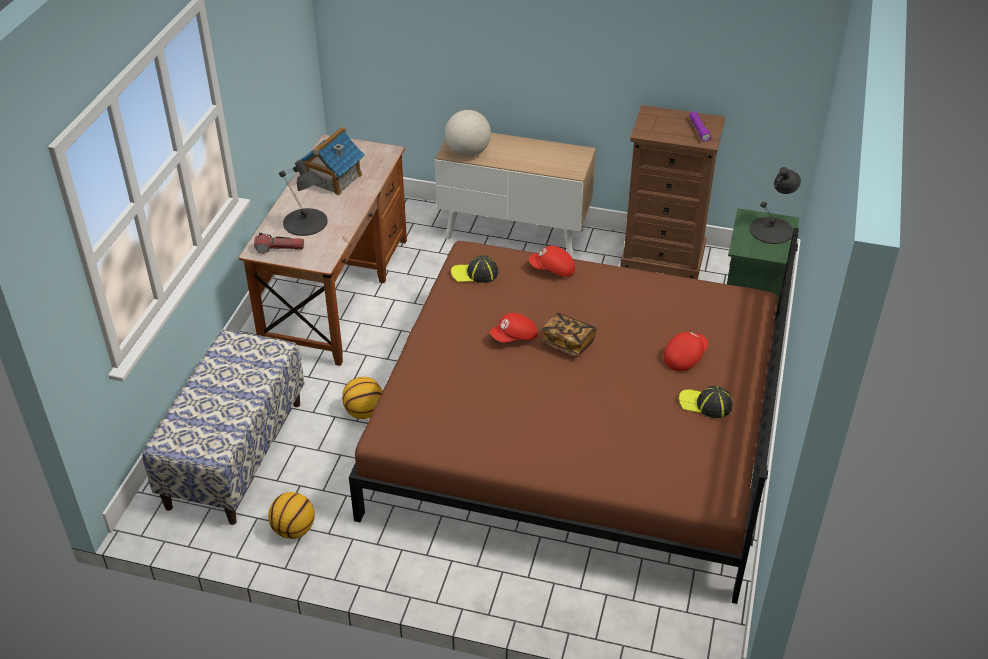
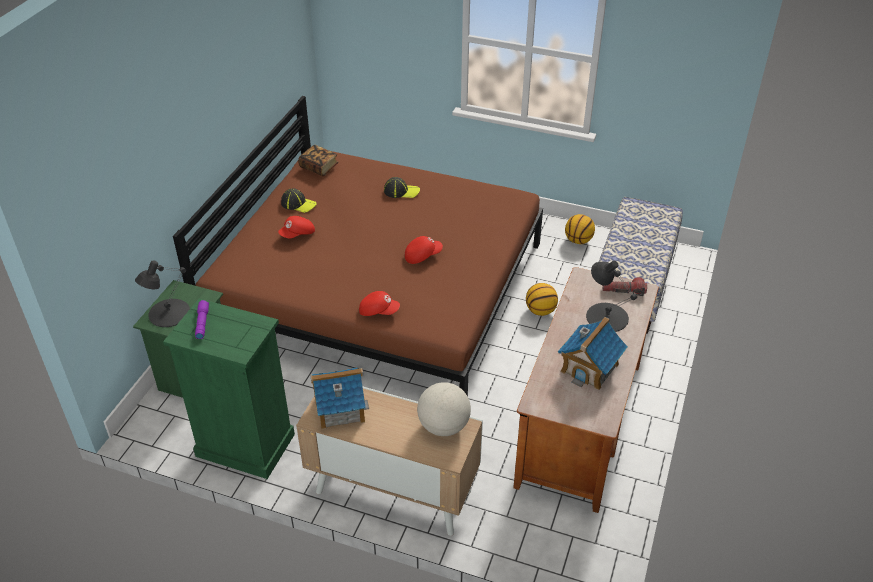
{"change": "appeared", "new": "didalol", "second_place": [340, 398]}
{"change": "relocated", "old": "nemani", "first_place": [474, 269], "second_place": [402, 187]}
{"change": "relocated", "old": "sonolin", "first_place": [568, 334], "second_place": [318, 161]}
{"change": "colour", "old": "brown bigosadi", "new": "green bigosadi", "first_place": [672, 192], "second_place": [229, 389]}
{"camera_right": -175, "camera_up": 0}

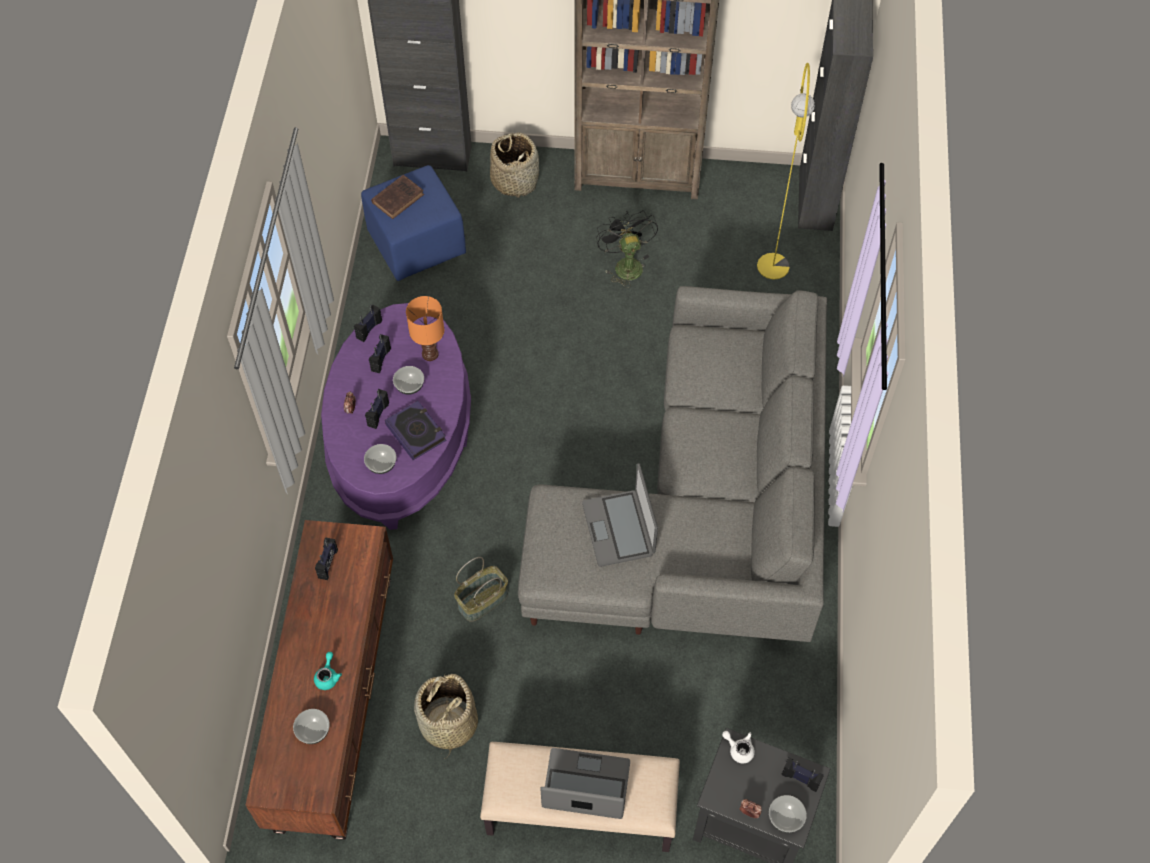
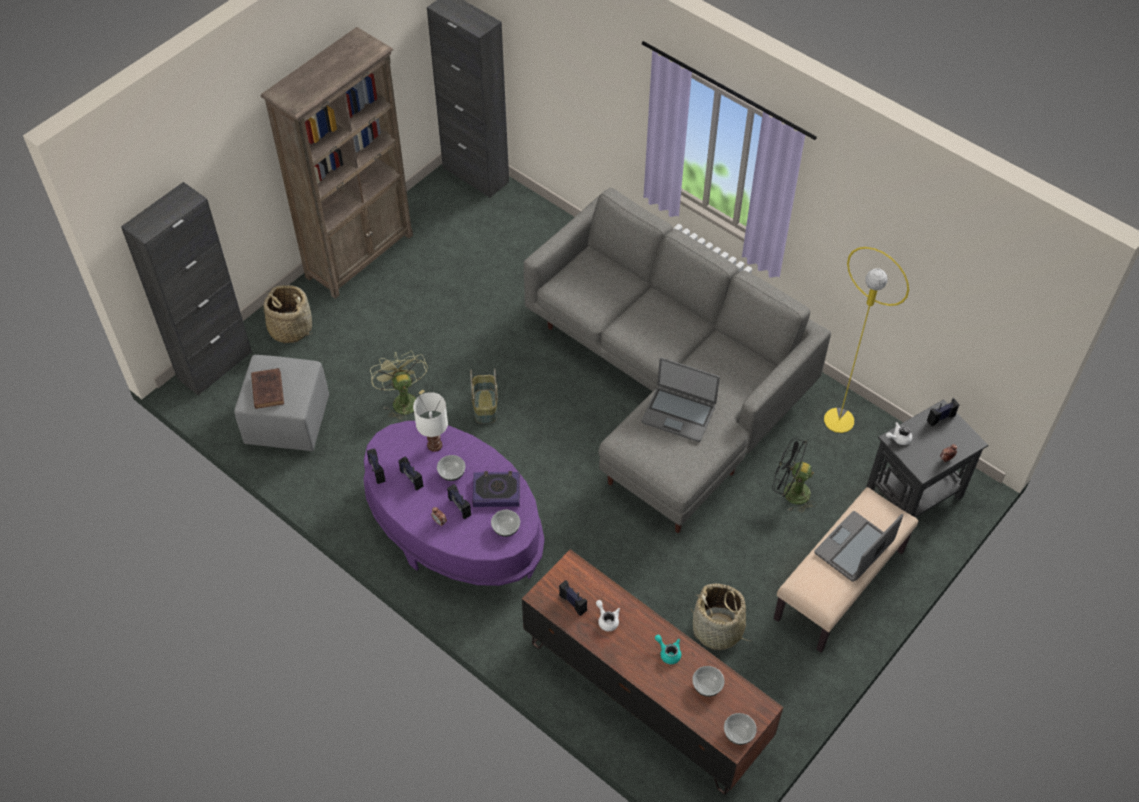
{"change": "appeared", "new": "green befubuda", "second_place": [399, 386]}
{"change": "appeared", "new": "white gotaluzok", "second_place": [608, 615]}
{"change": "relocated", "old": "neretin", "first_place": [481, 589], "second_place": [484, 396]}
{"change": "relocated", "old": "black befubuda", "first_place": [627, 249], "second_place": [794, 475]}
{"change": "relocated", "old": "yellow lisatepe", "first_place": [786, 171], "second_place": [866, 340]}
{"change": "relocated", "old": "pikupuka", "first_place": [788, 814], "second_place": [740, 729]}
{"change": "colour", "old": "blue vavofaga", "new": "grey vavofaga", "first_place": [413, 223], "second_place": [281, 403]}
{"change": "colour", "old": "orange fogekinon", "new": "white fogekinon", "first_place": [425, 328], "second_place": [430, 422]}
{"camera_right": -55, "camera_up": -5}

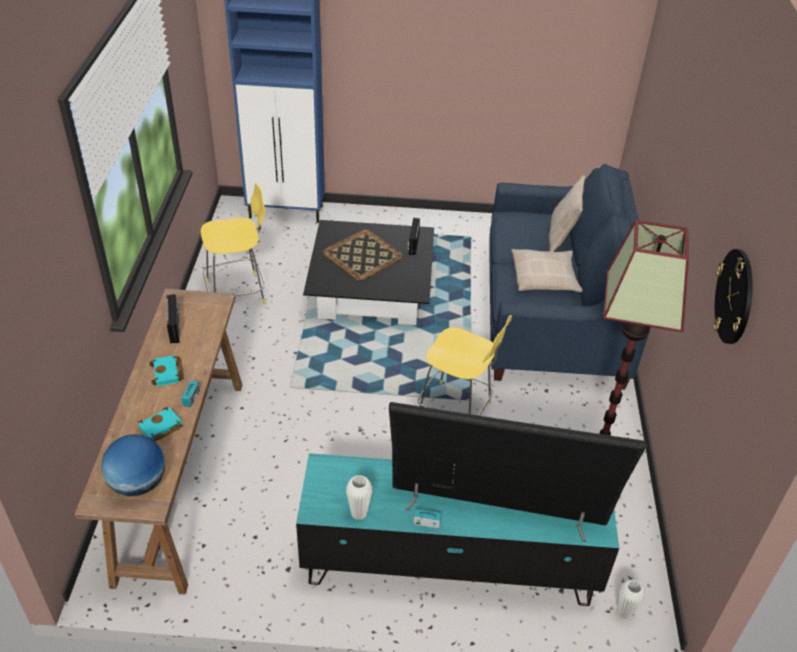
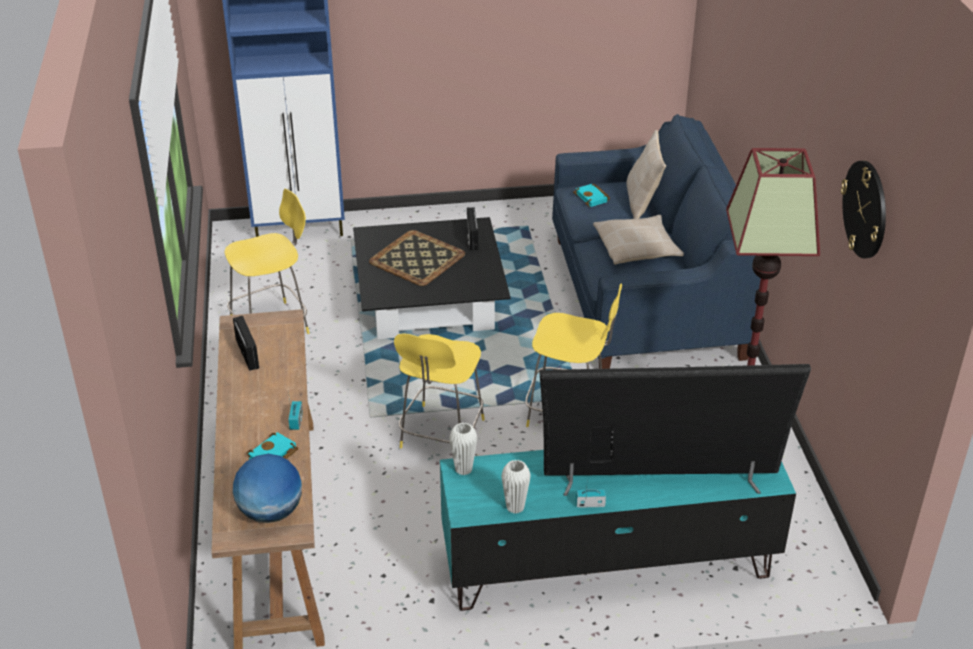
{"change": "appeared", "new": "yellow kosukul", "second_place": [439, 390]}
{"change": "relocated", "old": "turquoise sonolin", "first_place": [166, 370], "second_place": [591, 195]}
{"change": "relocated", "old": "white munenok", "first_place": [631, 599], "second_place": [463, 449]}
{"camera_right": -10, "camera_up": -5}

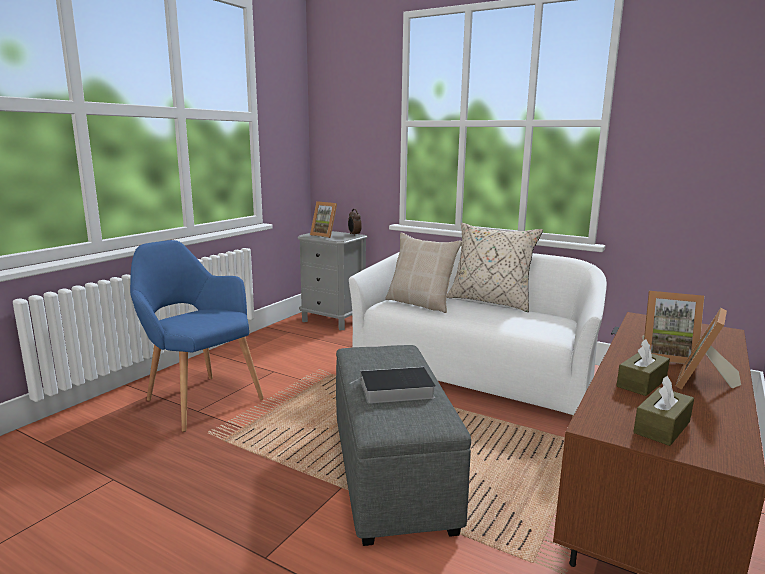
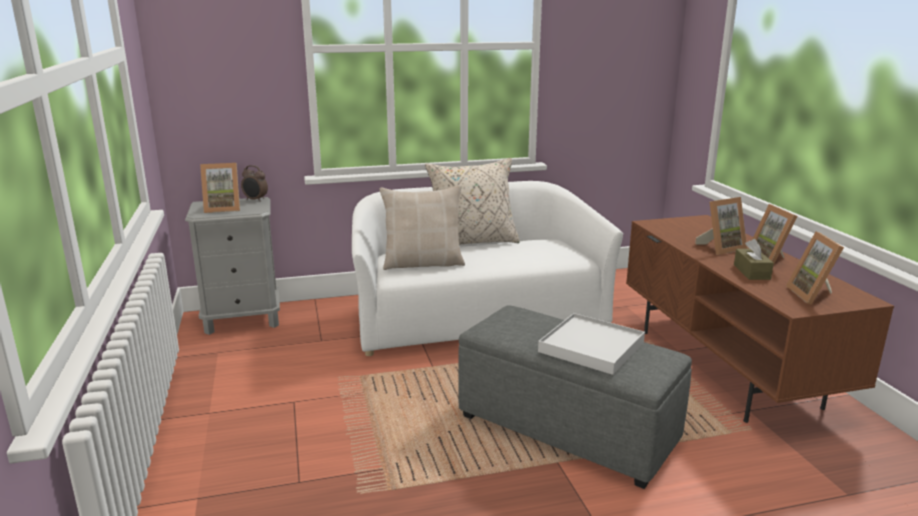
{"change": "missing", "old": "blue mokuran", "first_place": [197, 336]}
{"change": "exchanged", "old": "sonolin", "new": "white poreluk", "first_place": [393, 385], "second_place": [591, 344]}
{"change": "exchanged", "old": "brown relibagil", "new": "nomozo", "first_place": [664, 411], "second_place": [815, 268]}
{"camera_right": -45, "camera_up": 5}

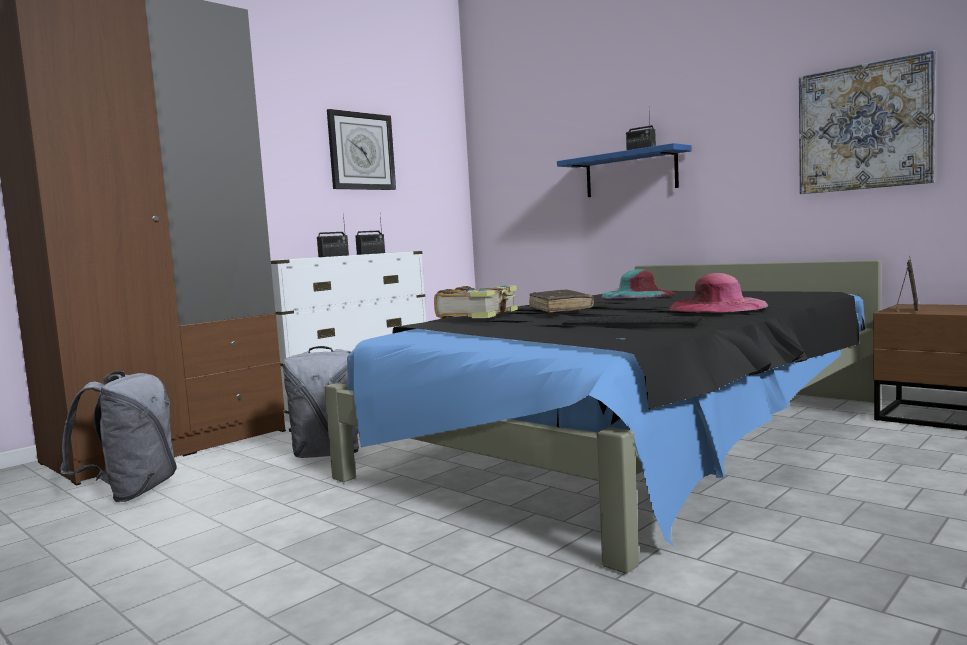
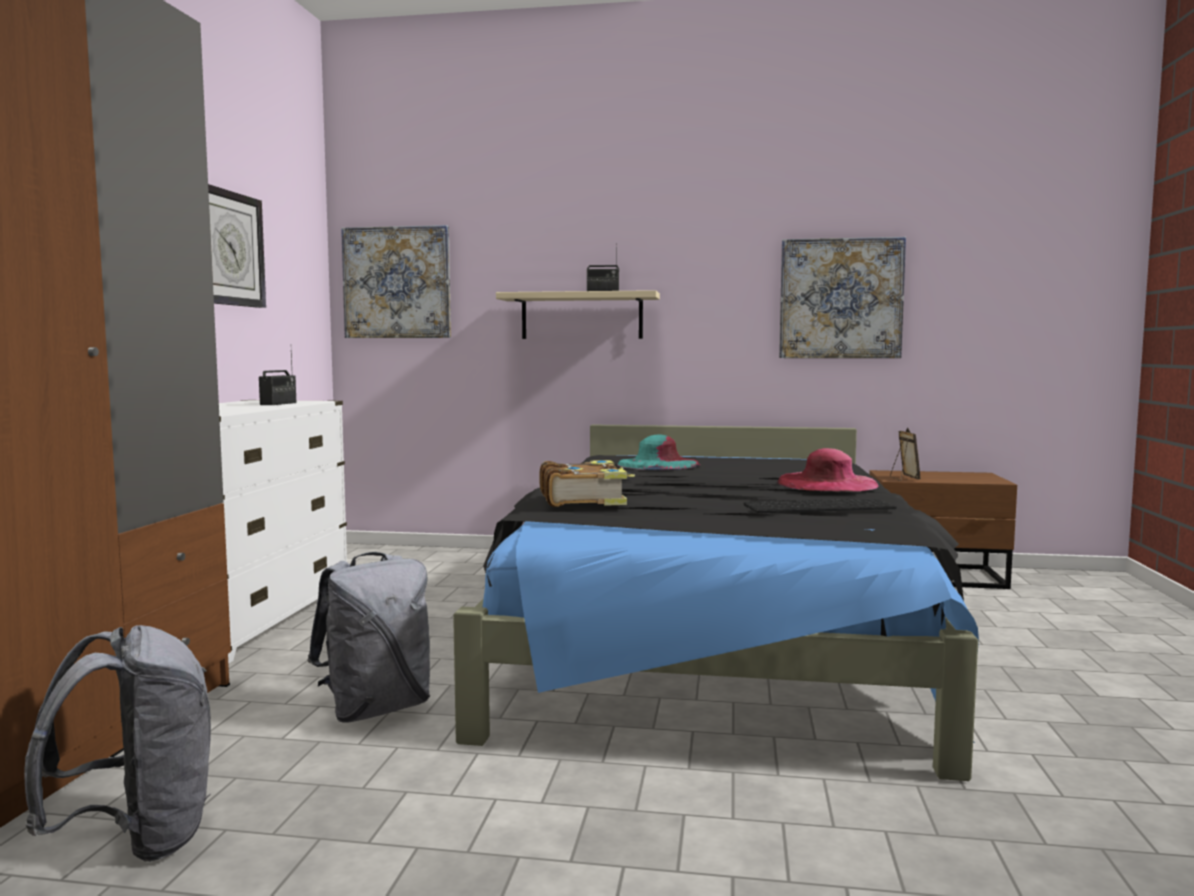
{"change": "missing", "old": "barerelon", "first_place": [333, 235]}
{"change": "missing", "old": "brown sonolin", "first_place": [561, 301]}
{"change": "appeared", "new": "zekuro", "second_place": [396, 281]}
{"change": "colour", "old": "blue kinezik", "new": "beige kinezik", "first_place": [624, 170], "second_place": [578, 314]}
{"camera_right": -35, "camera_up": 0}

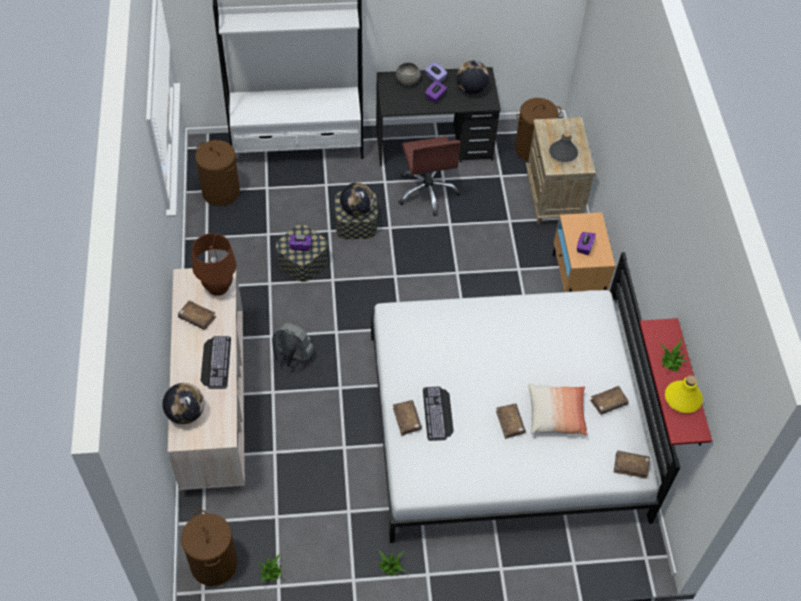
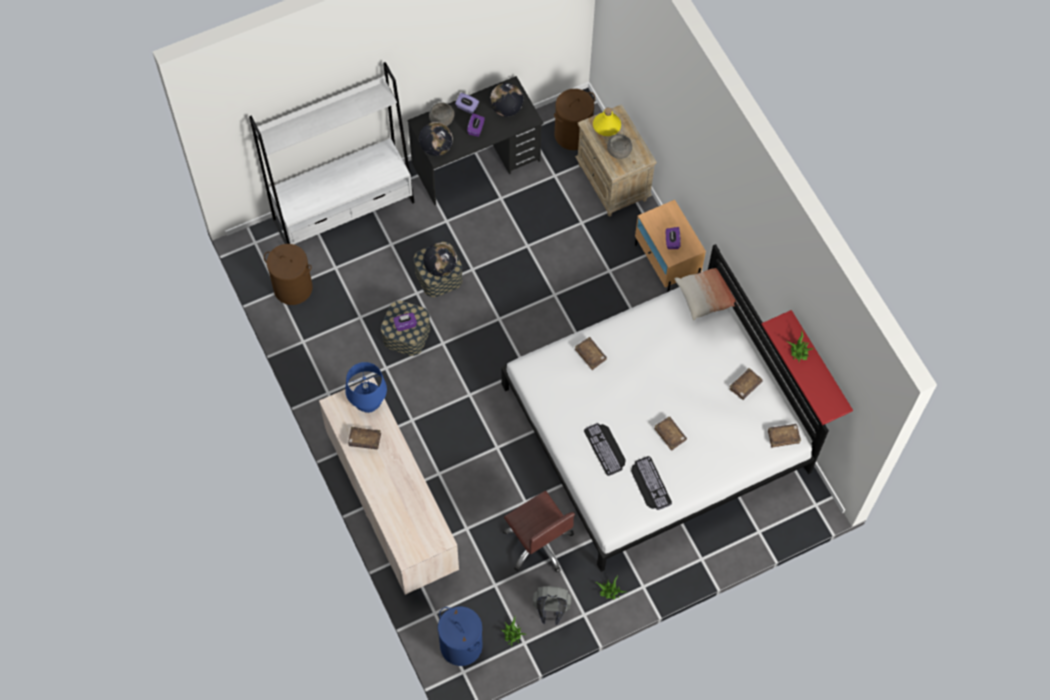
{"change": "relocated", "old": "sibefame", "first_place": [183, 403], "second_place": [436, 139]}
{"change": "relocated", "old": "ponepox", "first_place": [216, 362], "second_place": [651, 483]}
{"change": "relocated", "old": "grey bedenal", "first_place": [293, 345], "second_place": [552, 605]}
{"change": "relocated", "old": "brown sonolin", "first_place": [407, 418], "second_place": [591, 353]}
{"change": "relocated", "old": "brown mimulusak", "first_place": [430, 176], "second_place": [539, 531]}
{"change": "relocated", "old": "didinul", "first_place": [558, 409], "second_place": [707, 294]}
{"change": "relocated", "old": "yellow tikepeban", "first_place": [684, 394], "second_place": [607, 122]}
{"change": "exchanged", "old": "grey tikepeban", "new": "grey pikupuka", "first_place": [563, 146], "second_place": [619, 146]}
{"change": "colour", "old": "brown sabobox", "new": "blue sabobox", "first_place": [209, 548], "second_place": [460, 636]}
{"change": "colour", "old": "brown fogekinon", "new": "blue fogekinon", "first_place": [214, 264], "second_place": [366, 387]}
{"camera_right": -20, "camera_up": 10}

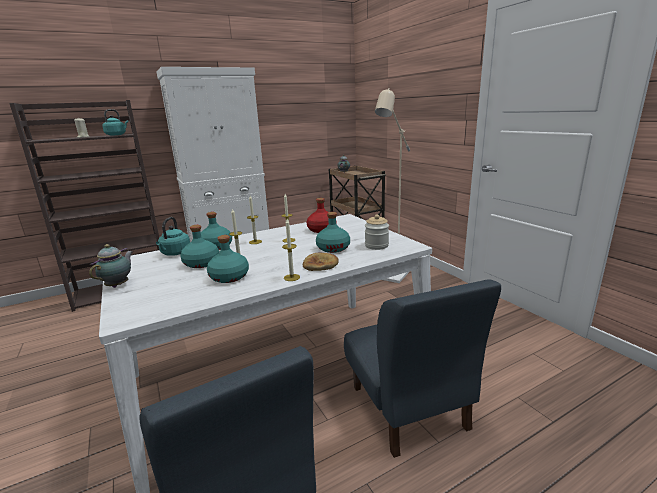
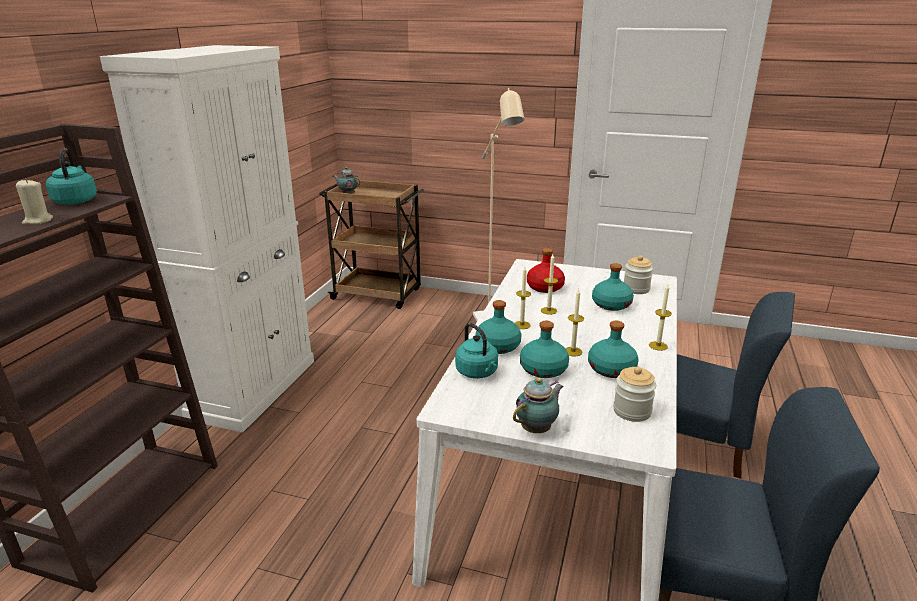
{"change": "missing", "old": "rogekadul", "first_place": [321, 262]}
{"change": "appeared", "new": "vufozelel", "second_place": [634, 394]}
{"change": "spun", "old": "gotaluzok", "first_place": [111, 266], "second_place": [538, 405], "degrees": 75}
{"camera_right": -45, "camera_up": 5}

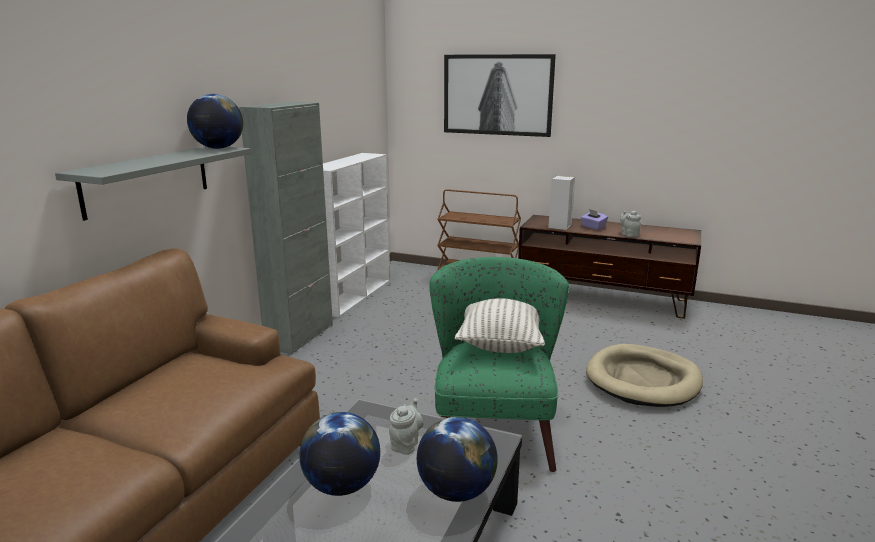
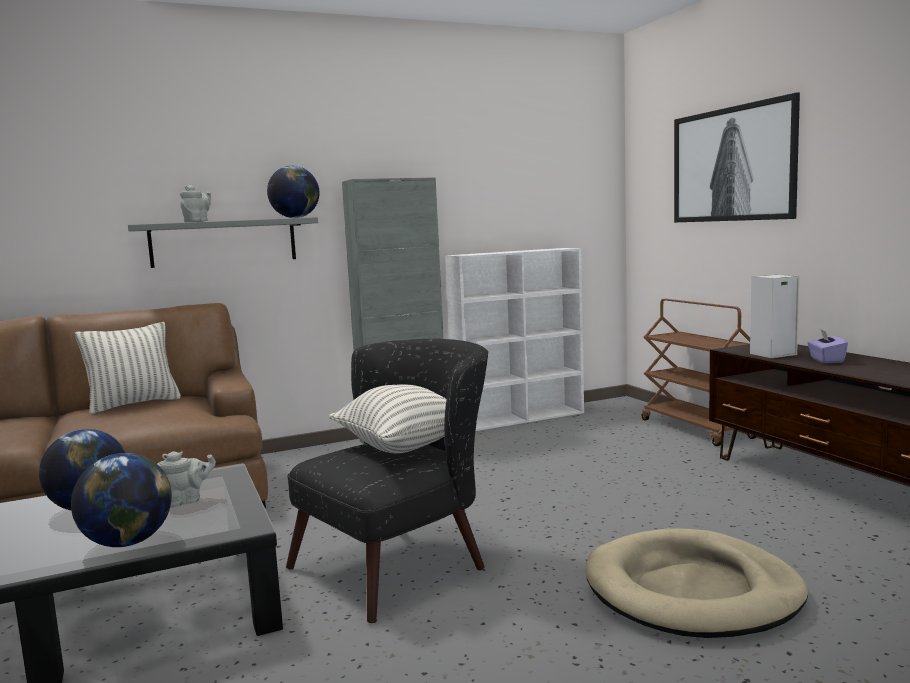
{"change": "appeared", "new": "didinul", "second_place": [128, 368]}
{"change": "relocated", "old": "grey gotaluzok", "first_place": [630, 223], "second_place": [195, 203]}
{"change": "colour", "old": "green mokuran", "new": "black mokuran", "first_place": [499, 364], "second_place": [387, 481]}
{"camera_right": 45, "camera_up": -10}

